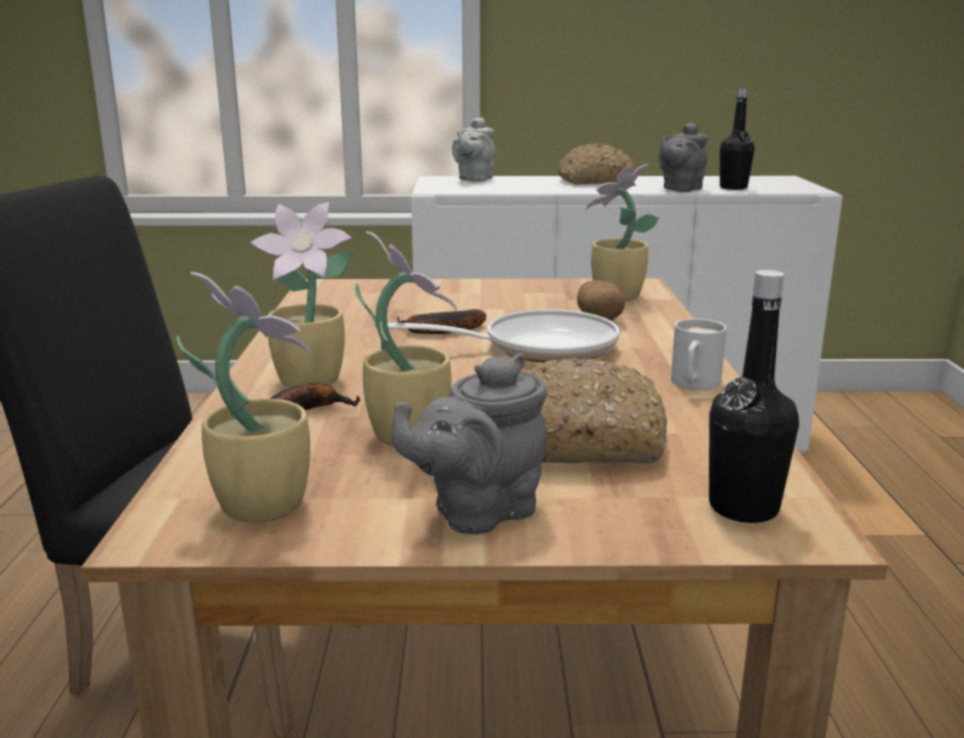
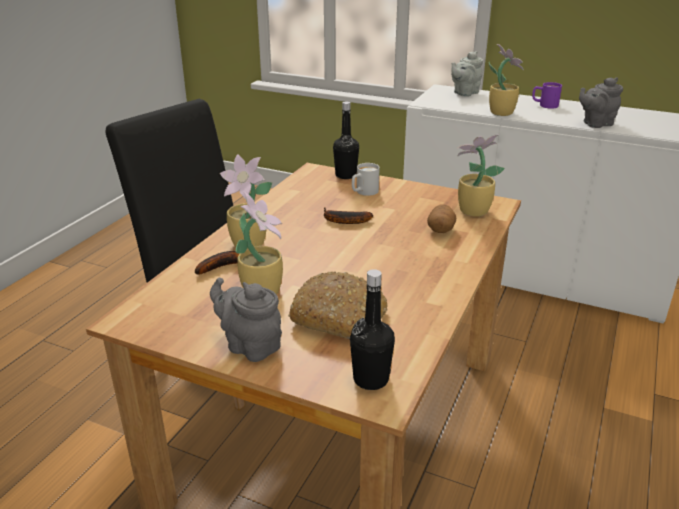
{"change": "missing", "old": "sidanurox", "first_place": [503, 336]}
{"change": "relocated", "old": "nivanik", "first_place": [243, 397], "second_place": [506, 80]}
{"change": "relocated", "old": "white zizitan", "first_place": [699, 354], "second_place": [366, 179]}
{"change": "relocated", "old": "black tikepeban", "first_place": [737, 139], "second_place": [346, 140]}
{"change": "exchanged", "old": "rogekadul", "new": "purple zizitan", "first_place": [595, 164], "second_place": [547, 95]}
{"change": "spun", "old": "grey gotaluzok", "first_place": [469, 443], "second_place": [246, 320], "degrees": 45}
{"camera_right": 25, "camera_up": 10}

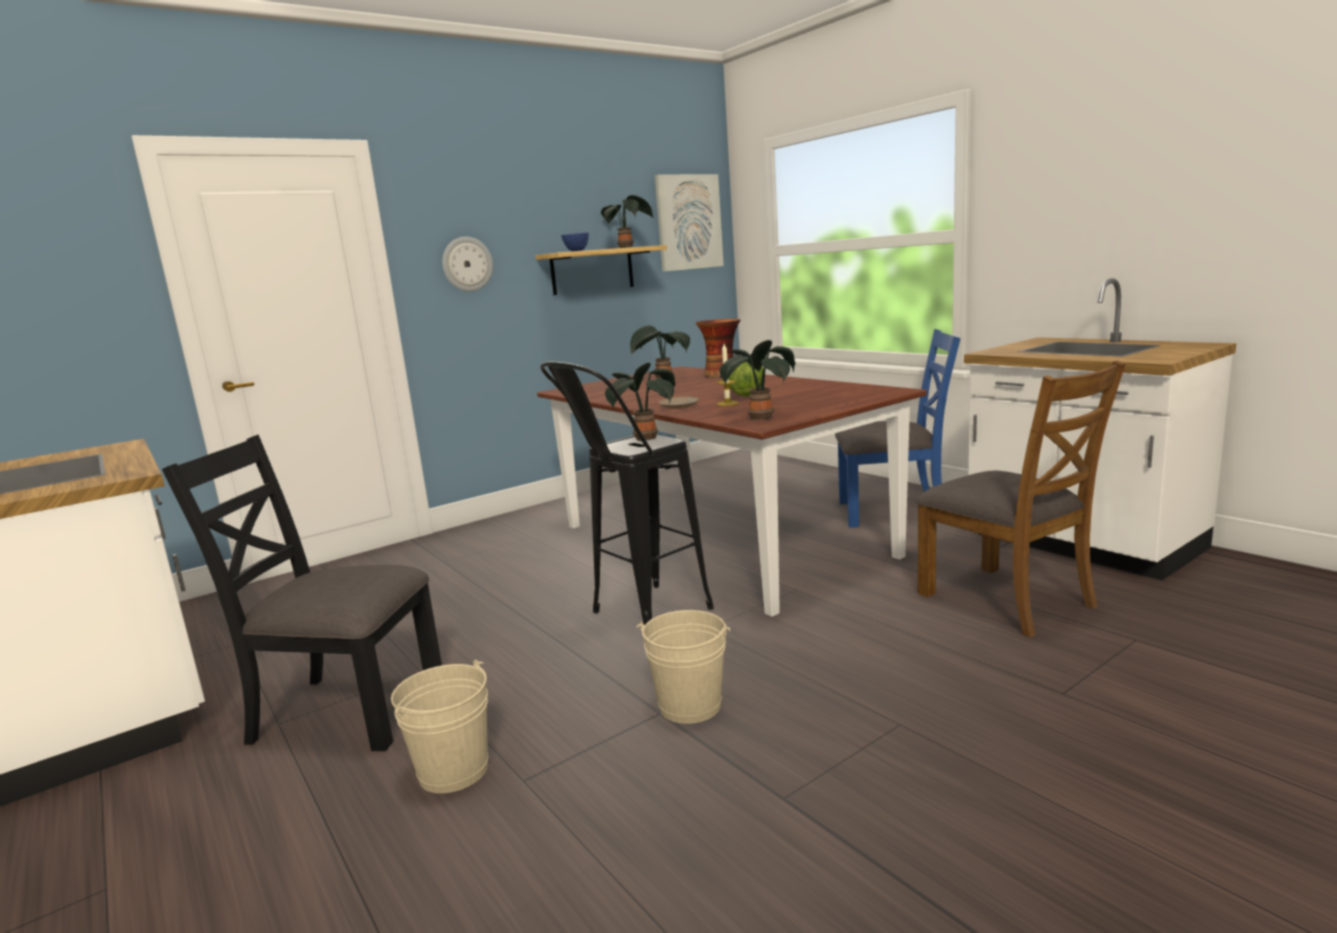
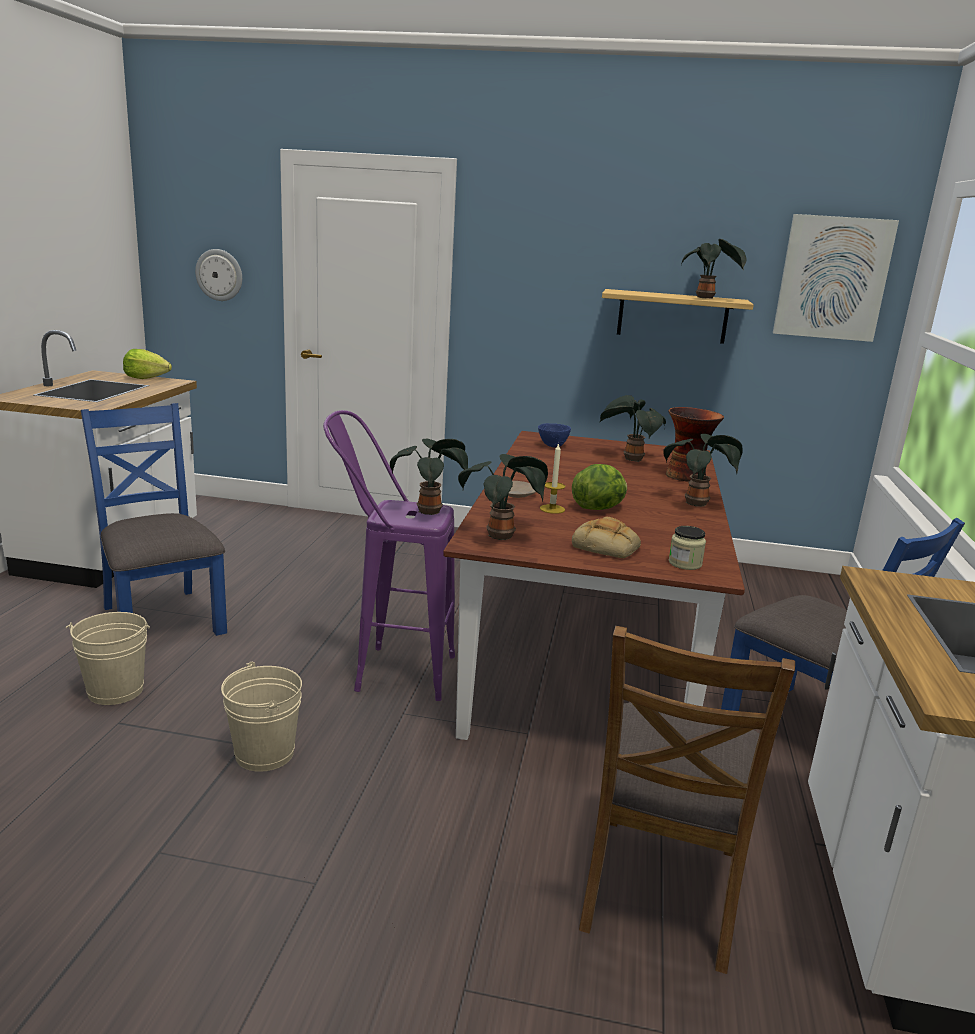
{"change": "appeared", "new": "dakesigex", "second_place": [147, 364]}
{"change": "appeared", "new": "rogekadul", "second_place": [606, 538]}
{"change": "appeared", "new": "nivanik", "second_place": [702, 470]}
{"change": "appeared", "new": "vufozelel", "second_place": [687, 548]}
{"change": "relocated", "old": "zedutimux", "first_place": [467, 264], "second_place": [218, 275]}
{"change": "relocated", "old": "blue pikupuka", "first_place": [575, 242], "second_place": [554, 435]}
{"change": "colour", "old": "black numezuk", "new": "blue numezuk", "first_place": [302, 593], "second_place": [154, 519]}
{"change": "colour", "old": "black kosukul", "new": "purple kosukul", "first_place": [627, 494], "second_place": [389, 555]}
{"camera_right": 45, "camera_up": 5}

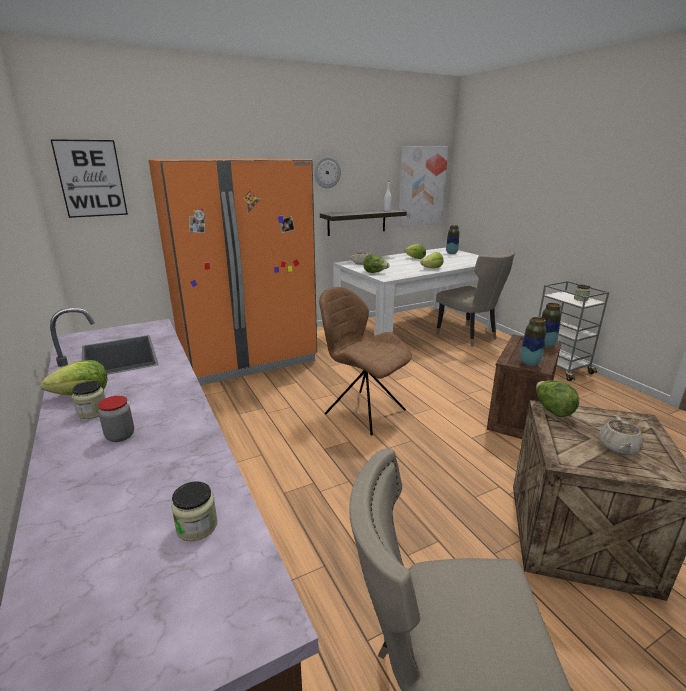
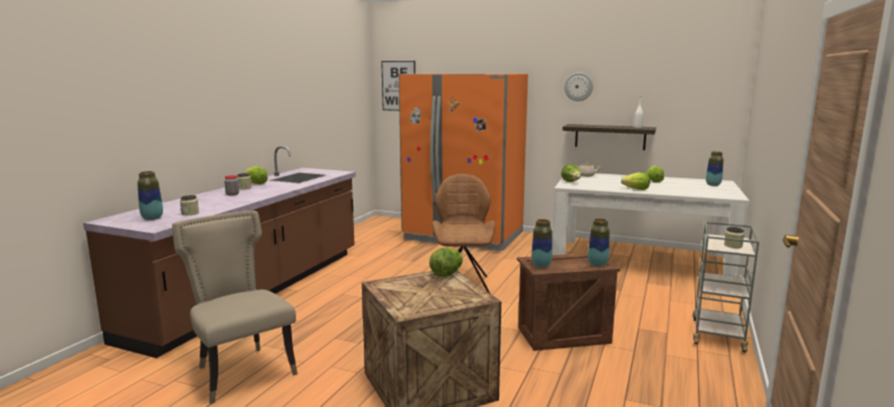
{"change": "missing", "old": "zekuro", "first_place": [423, 186]}
{"change": "missing", "old": "beige numezuk", "first_place": [475, 298]}
{"change": "missing", "old": "beige gotaluzok", "first_place": [620, 435]}
{"change": "appeared", "new": "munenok", "second_place": [150, 195]}
{"camera_right": 50, "camera_up": -10}

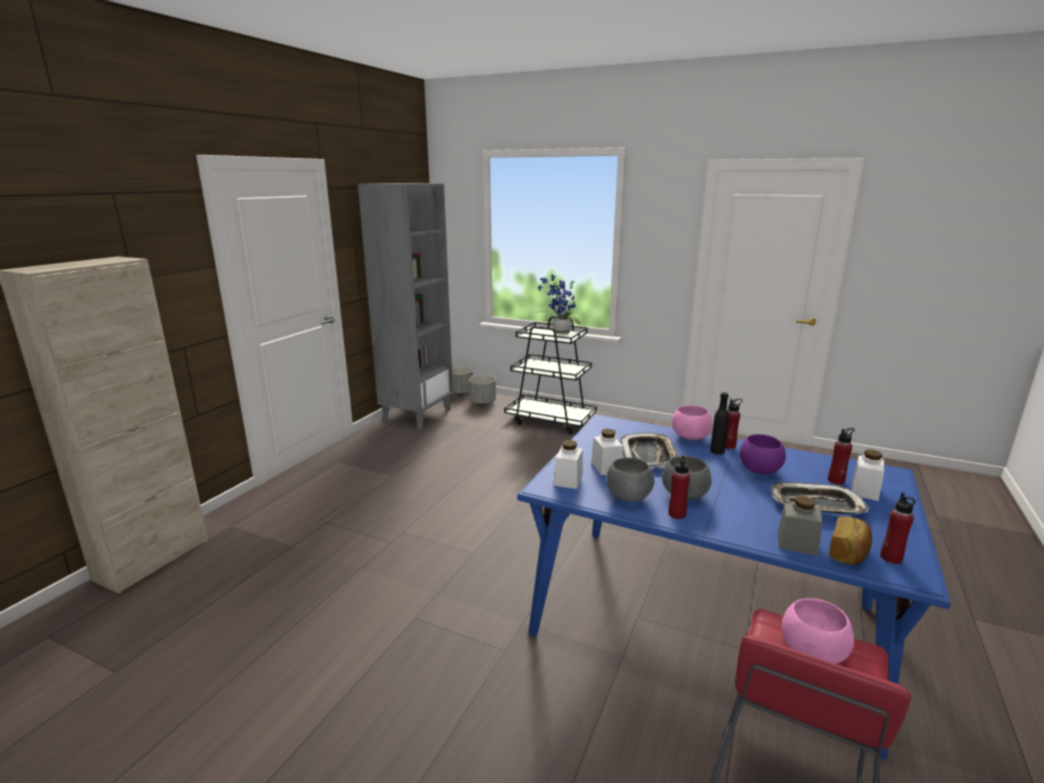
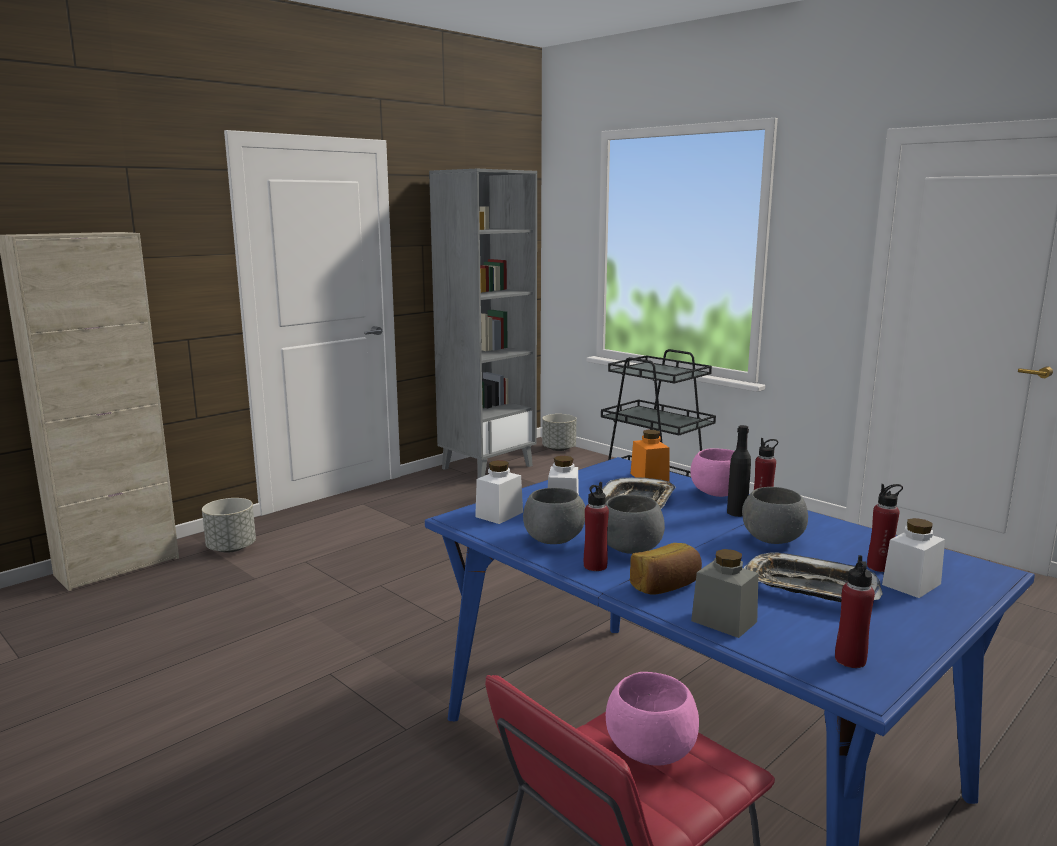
{"change": "missing", "old": "nivanik", "first_place": [558, 304]}
{"change": "appeared", "new": "orange vufozelel", "second_place": [650, 456]}
{"change": "relocated", "old": "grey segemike", "first_place": [482, 390], "second_place": [229, 525]}
{"change": "relocated", "old": "rogekadul", "first_place": [850, 540], "second_place": [666, 569]}
{"change": "colour", "old": "purple pikupuka", "new": "grey pikupuka", "first_place": [763, 454], "second_place": [775, 515]}
{"camera_right": 20, "camera_up": -5}

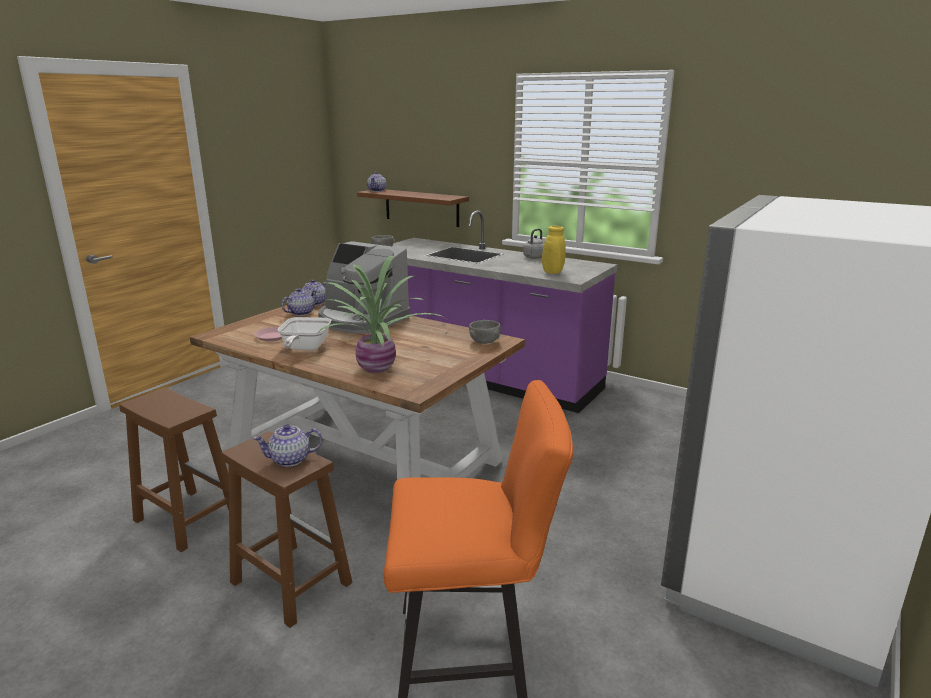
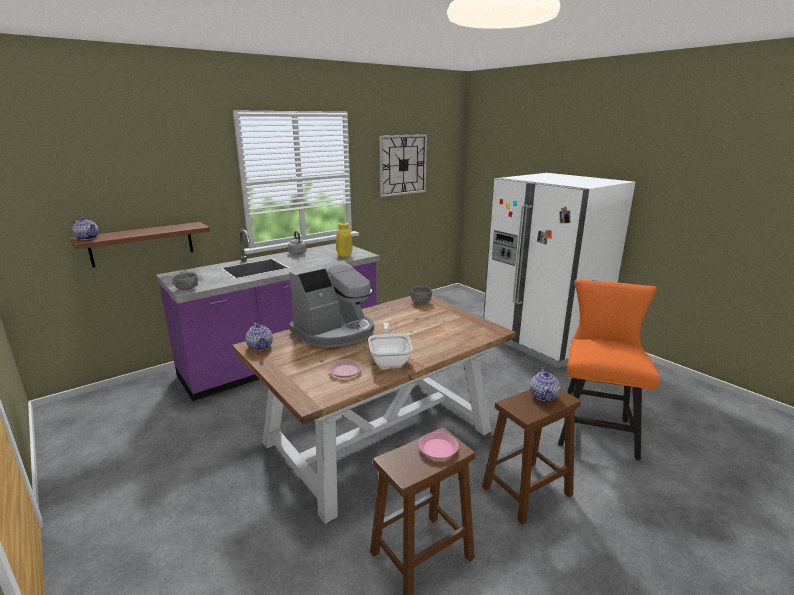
{"change": "missing", "old": "gotaluzok", "first_place": [300, 302]}
{"change": "missing", "old": "nivanik", "first_place": [381, 314]}
{"change": "appeared", "new": "zedutimux", "second_place": [403, 165]}
{"change": "appeared", "new": "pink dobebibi", "second_place": [439, 445]}
{"change": "spun", "old": "sidanurox", "first_place": [304, 334], "second_place": [390, 344], "degrees": -120}
{"camera_right": -70, "camera_up": 0}

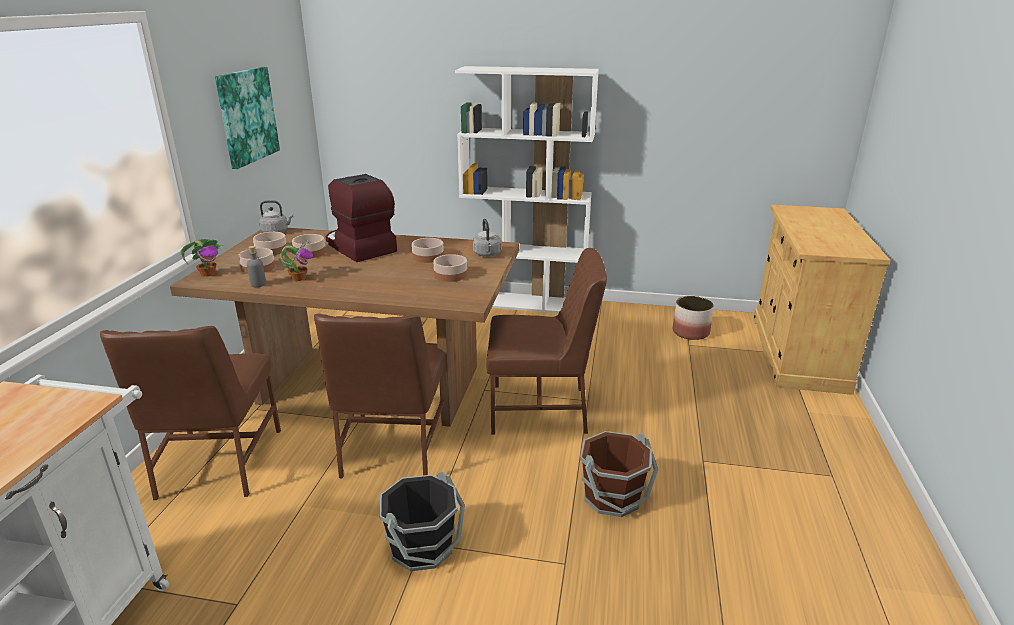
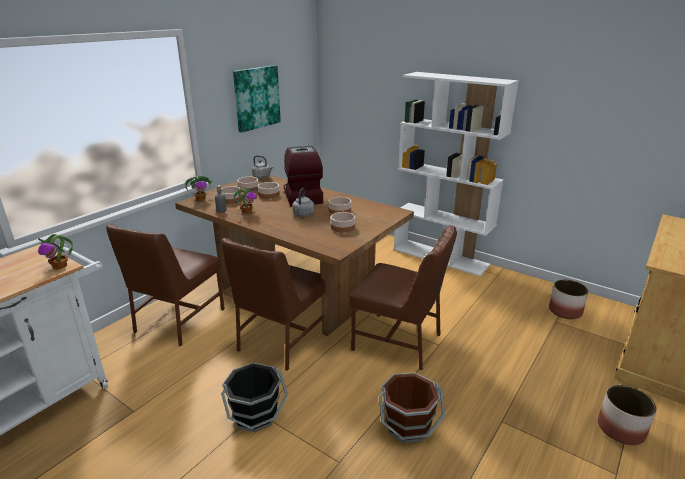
{"change": "appeared", "new": "nivanik", "second_place": [55, 251]}
{"change": "appeared", "new": "segemike", "second_place": [627, 415]}
{"change": "relocated", "old": "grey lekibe", "first_place": [487, 238], "second_place": [303, 202]}
{"camera_right": 25, "camera_up": 0}

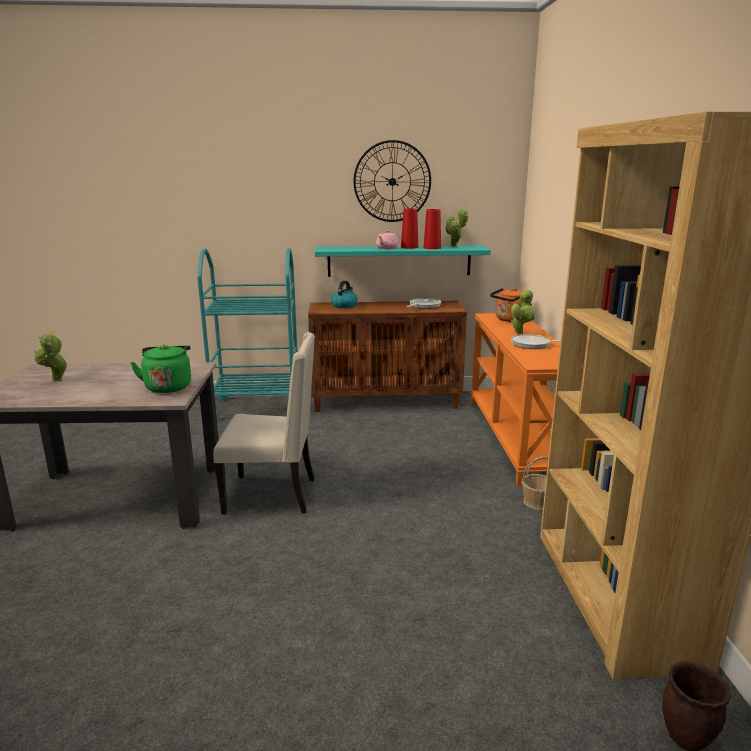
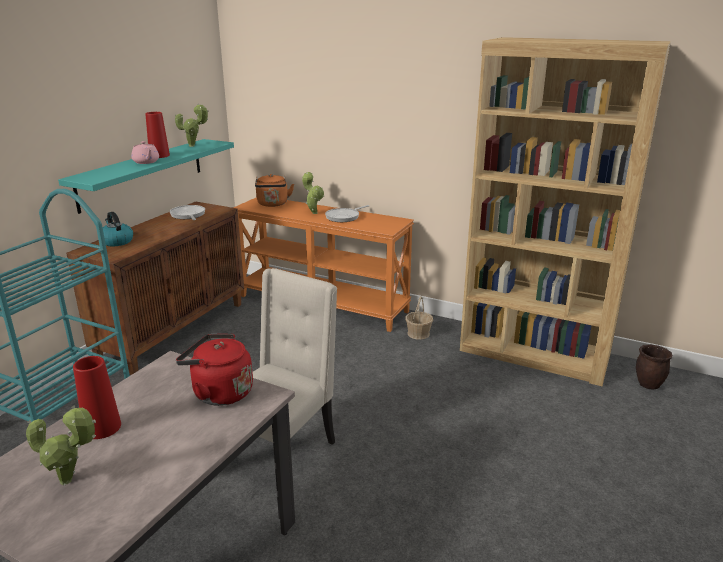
{"change": "missing", "old": "zedutimux", "first_place": [392, 181]}
{"change": "relocated", "old": "red munenok", "first_place": [432, 229], "second_place": [97, 397]}
{"change": "colour", "old": "green lekibe", "new": "red lekibe", "first_place": [160, 369], "second_place": [214, 370]}
{"camera_right": -60, "camera_up": 5}

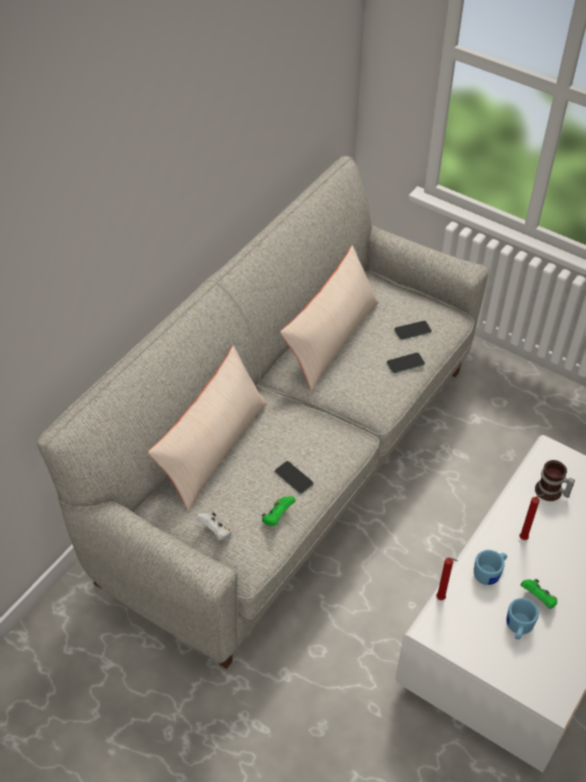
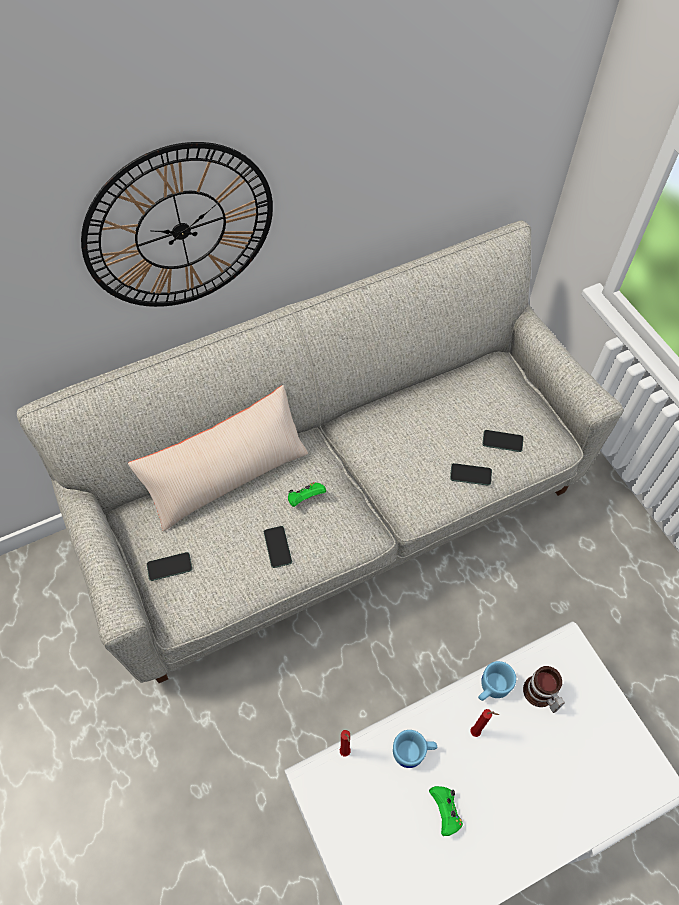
{"change": "missing", "old": "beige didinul", "first_place": [329, 318]}
{"change": "appeared", "new": "zedutimux", "second_place": [177, 224]}
{"change": "relocated", "old": "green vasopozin", "first_place": [279, 511], "second_place": [307, 494]}
{"change": "relocated", "old": "blue zizitan", "first_place": [522, 618], "second_place": [497, 681]}
{"change": "exchanged", "old": "white vasopozin", "new": "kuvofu", "first_place": [213, 526], "second_place": [169, 566]}
{"camera_right": 30, "camera_up": 10}

